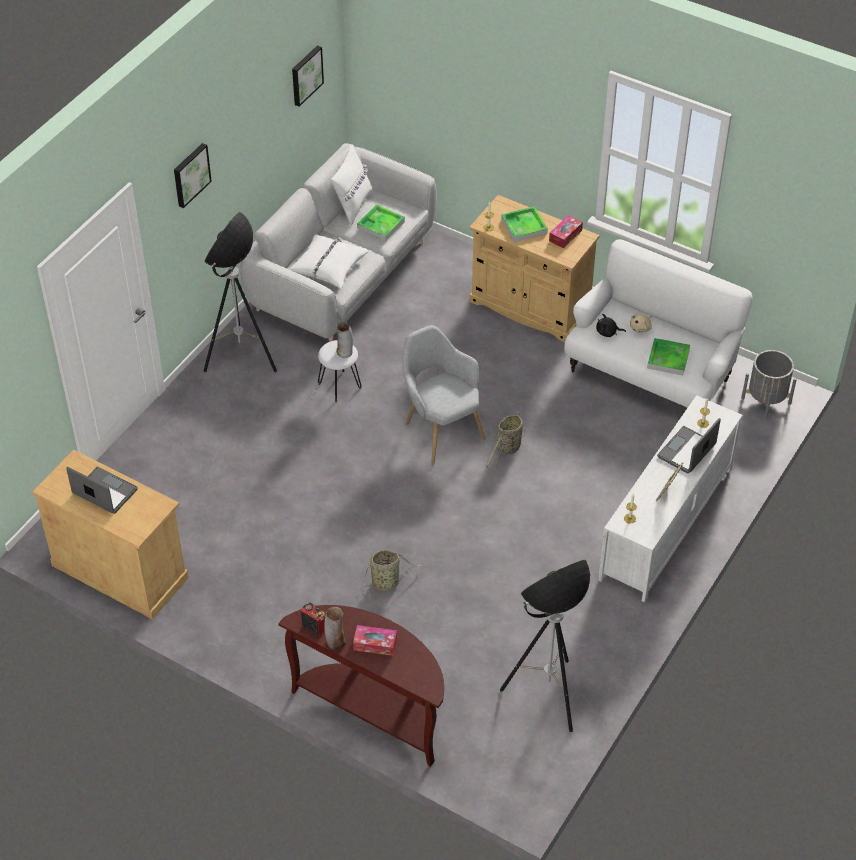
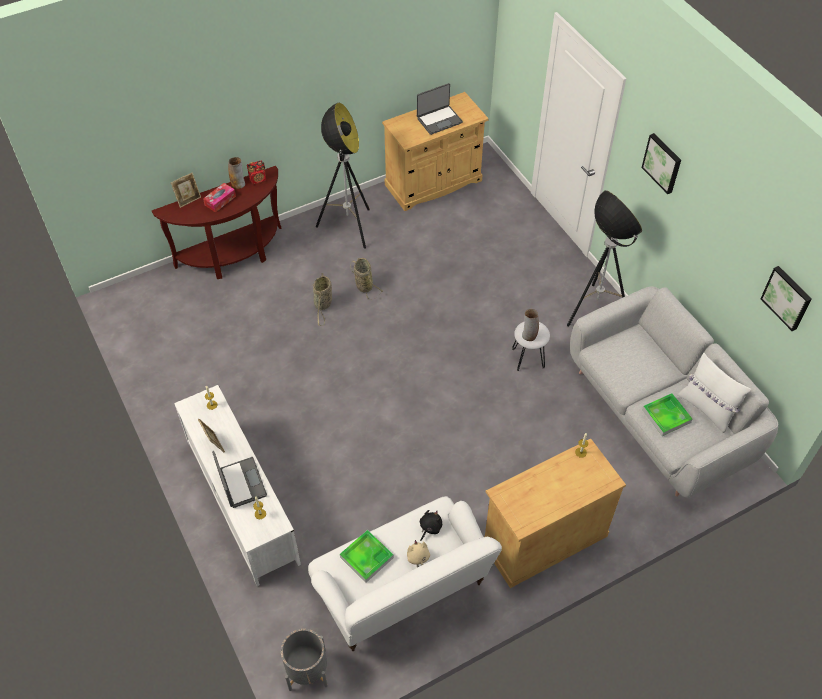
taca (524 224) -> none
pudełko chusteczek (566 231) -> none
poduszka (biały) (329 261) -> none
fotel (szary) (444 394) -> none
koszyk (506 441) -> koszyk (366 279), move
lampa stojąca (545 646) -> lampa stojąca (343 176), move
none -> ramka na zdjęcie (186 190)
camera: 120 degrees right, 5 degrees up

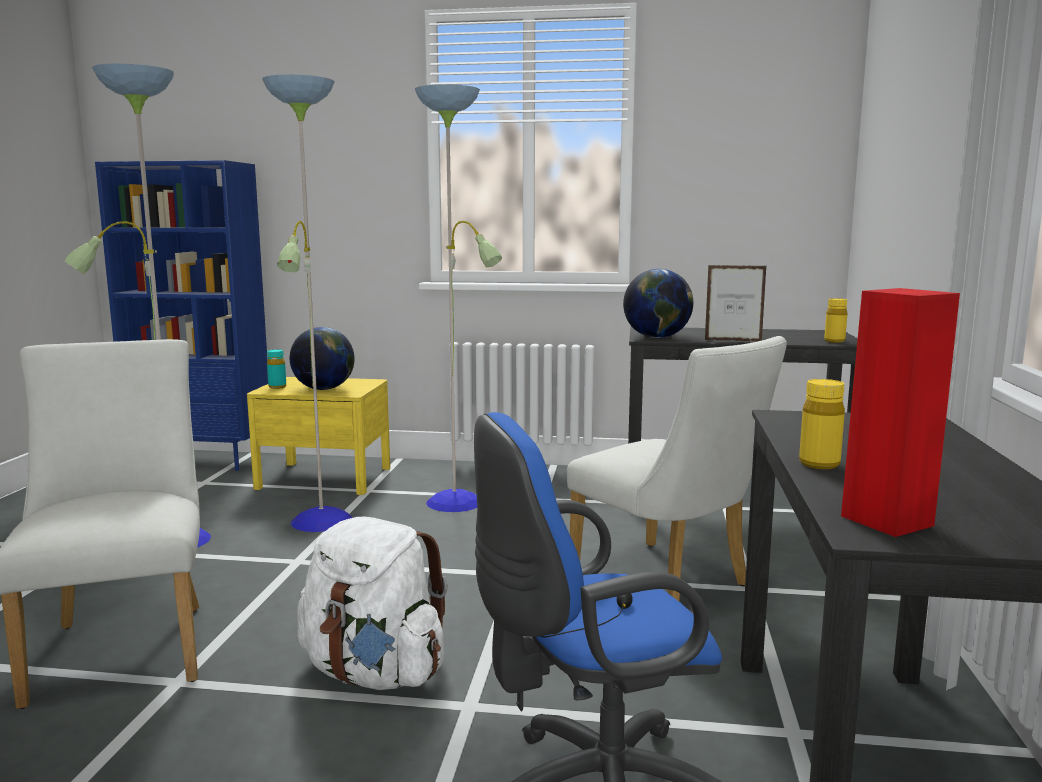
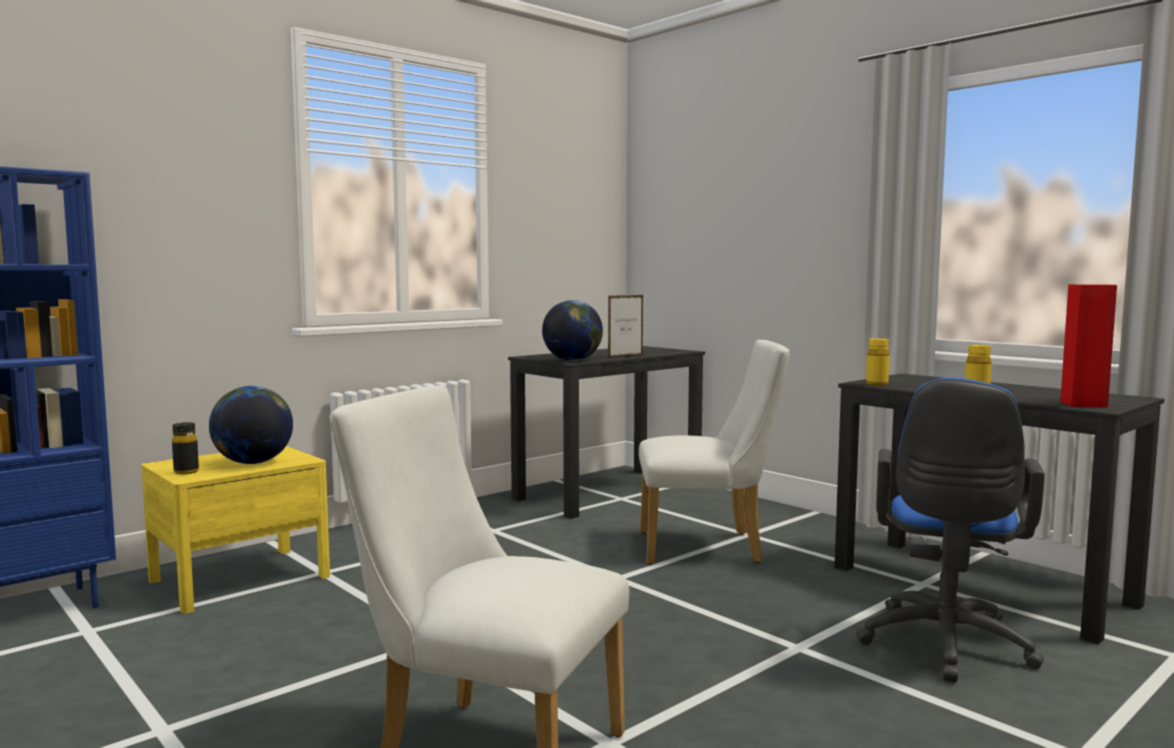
lampa stojąca (283 306) -> none
butelka (żółty) (835 320) -> butelka (żółty) (878 362), move
butelka (turkusowy) (276 369) -> butelka (czarny) (185 448)
plecak (biały) (372 603) -> none
camera: 50 degrees left, 5 degrees down

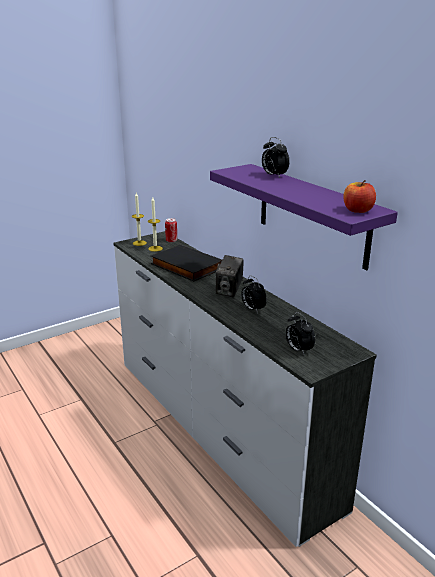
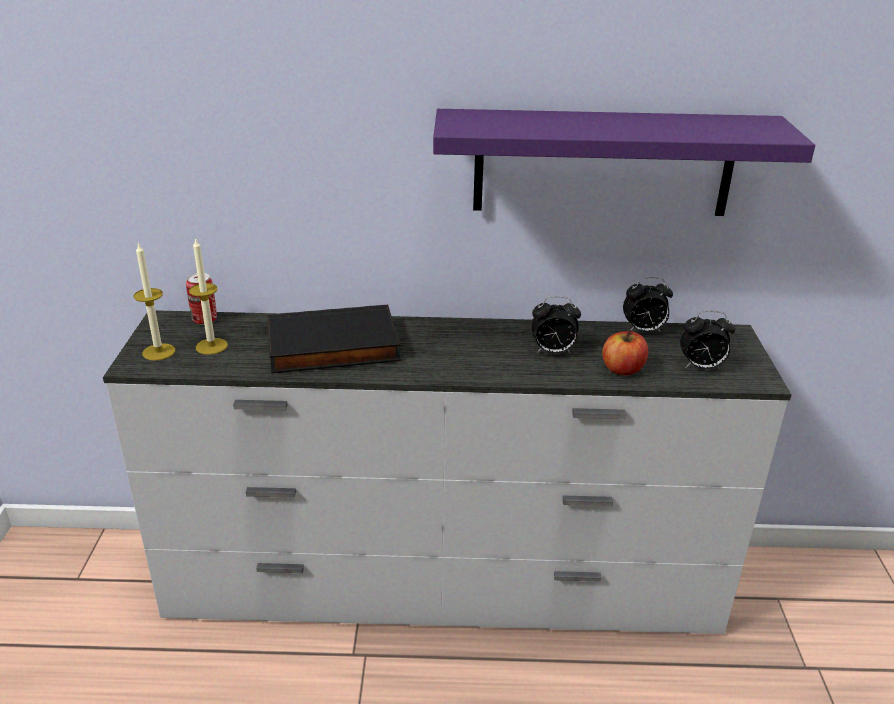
budzik (275 157) -> budzik (648 304), move
jabłko (359 196) -> jabłko (625 352), move
aparat fotograficzny (230 276) -> none
camera: 55 degrees left, 5 degrees up

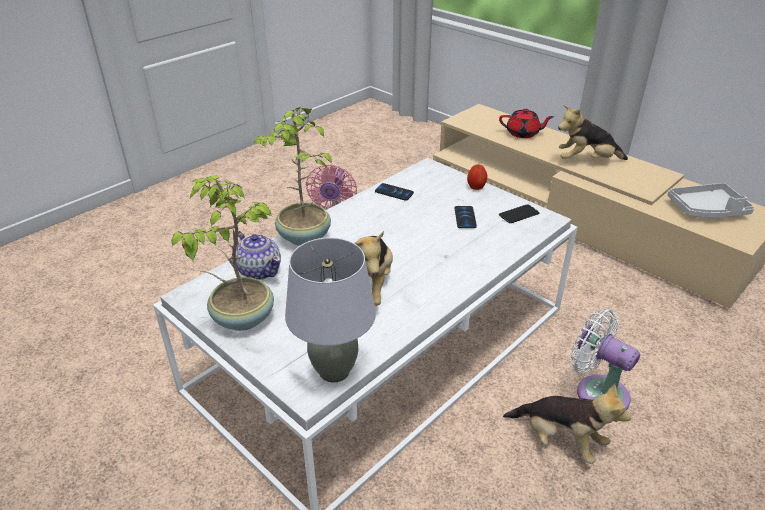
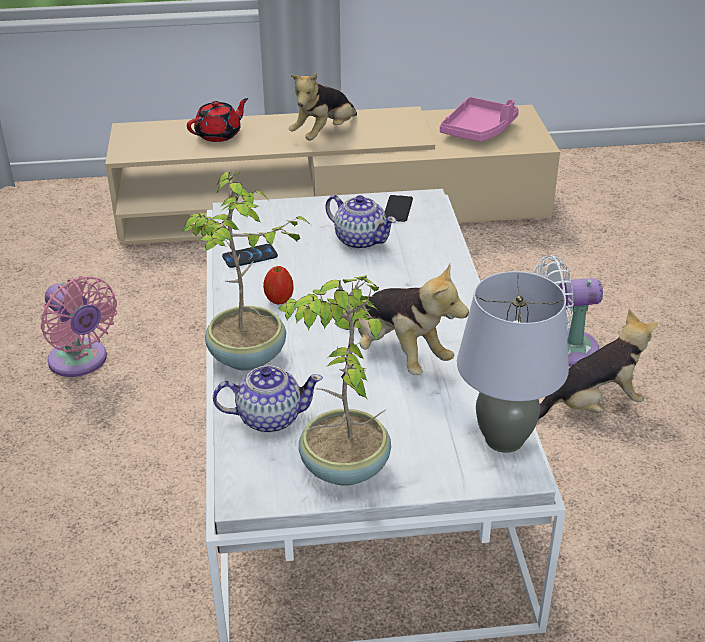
jabłko (477 177) -> jabłko (278 285), move
taca (szary) (710 200) -> taca (różowy) (479 119)
telefon (466 217) -> imbryk (361 222)
camera: 50 degrees left, 0 degrees up

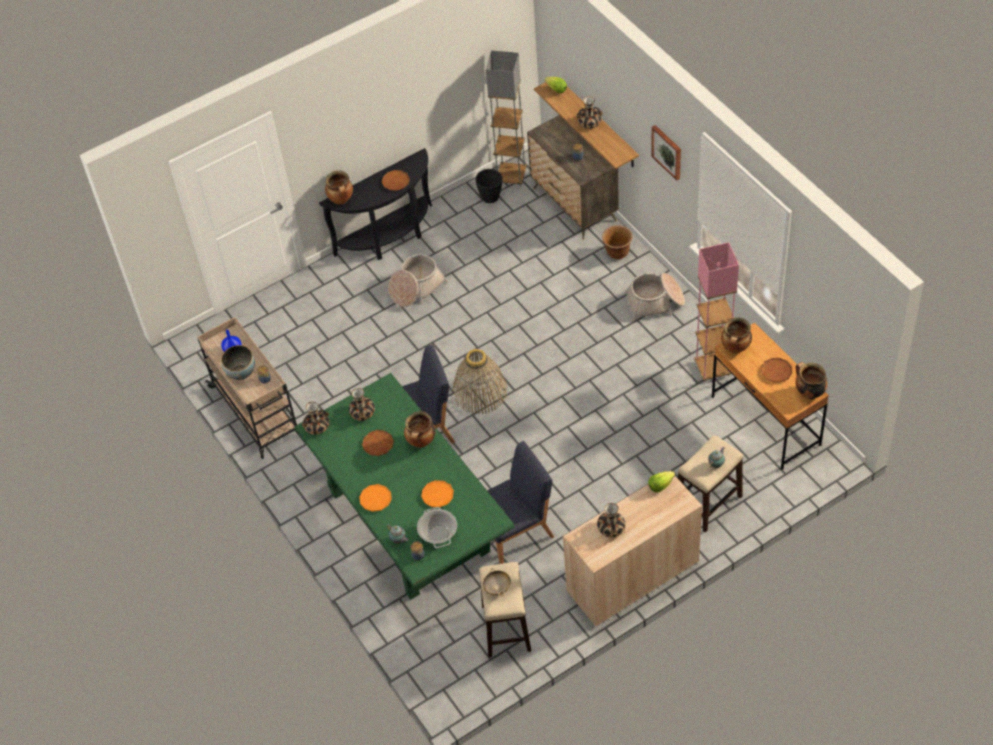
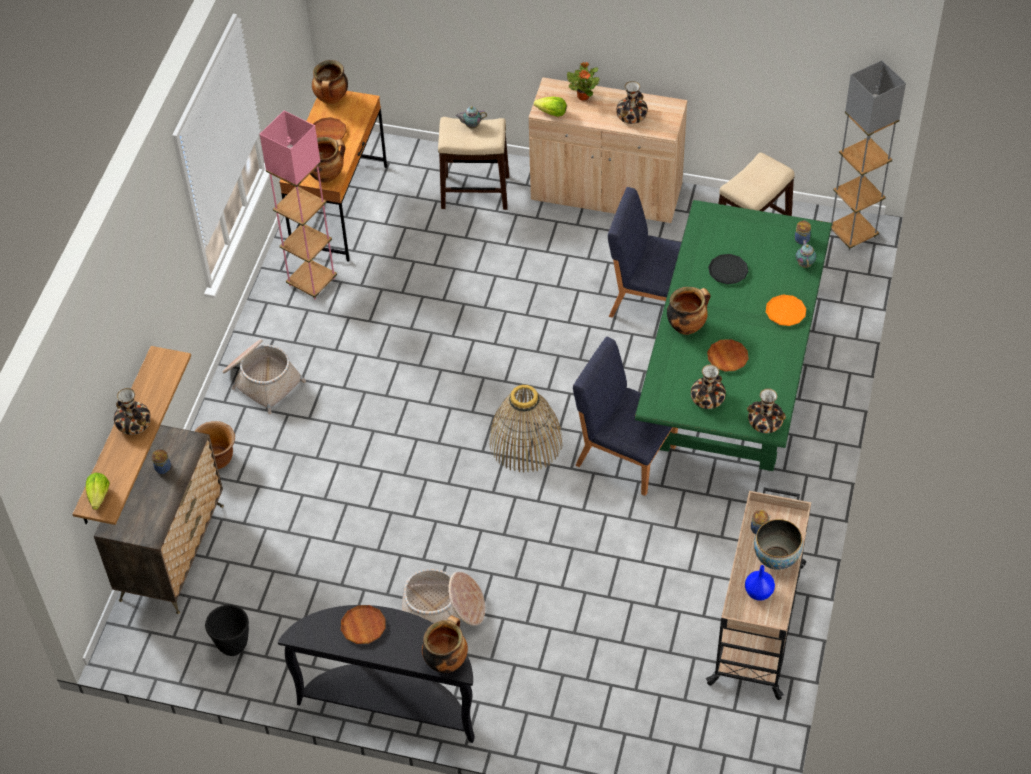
lampa stojąca (szary) (506 118) -> lampa stojąca (szary) (868 155), move
obraz (666 152) -> none
talerz (pomarańczowy) (437 493) -> talerz (czarny) (728 269)
garnek (437 527) -> none
miska (beżowy) (497 582) -> none
none -> roślina doniczkowa (583 81)
camera: 135 degrees left, 0 degrees up

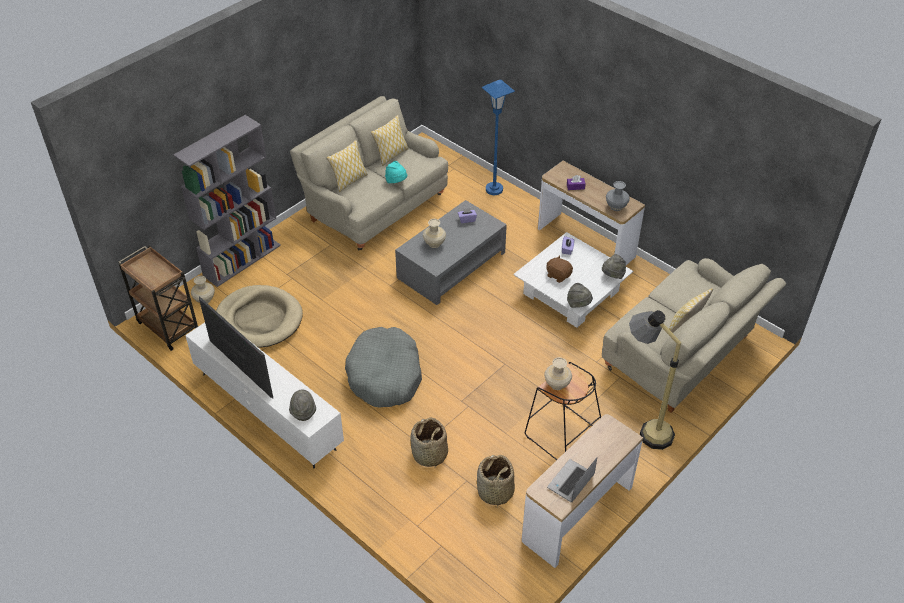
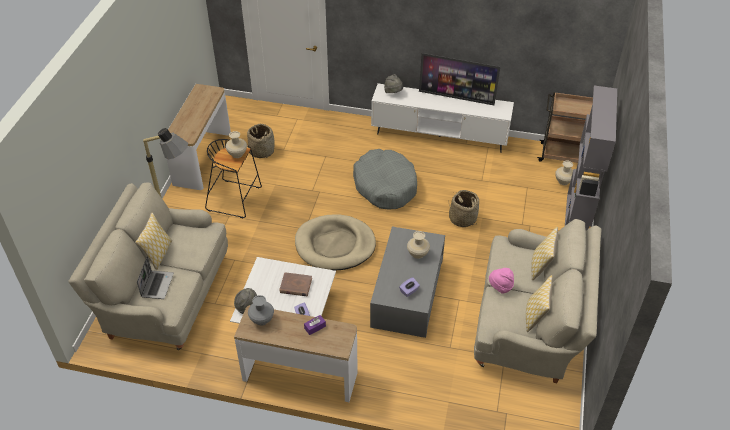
lampa stojąca (niebieski) (498 137) -> none
kapelusz (turkusowy) (396 172) -> kapelusz (różowy) (501 281)
pluszak (brązowy) (559 269) -> książka (brązowy) (296 284)
kapelusz (szary) (580 295) -> none
legowisko (beżowy) (259 316) -> legowisko (beżowy) (335 242), move
koszyk (429 443) -> koszyk (464 208), move
laptop (572 480) -> laptop (155 277), move
camera: 150 degrees right, 0 degrees up

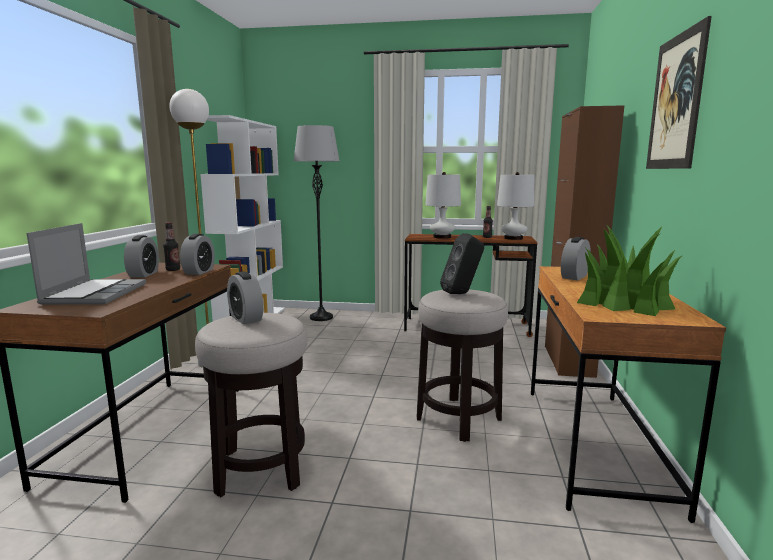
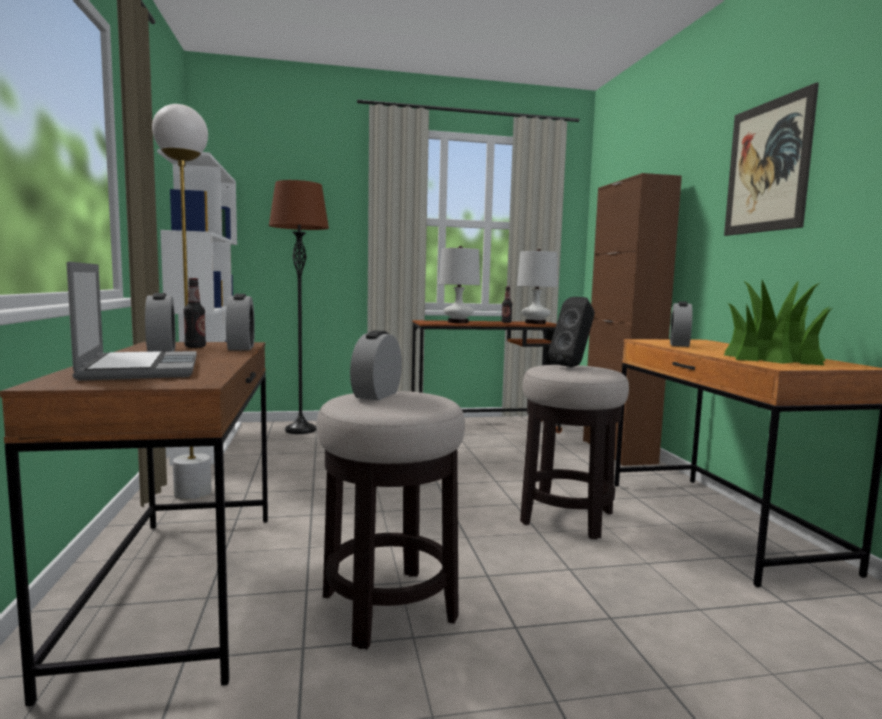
lampa stojąca (szary) (317 223) -> lampa stojąca (brązowy) (299 307)
budzik (245 297) -> budzik (376 365), 75 degrees clockwise
camera: 20 degrees left, 5 degrees down

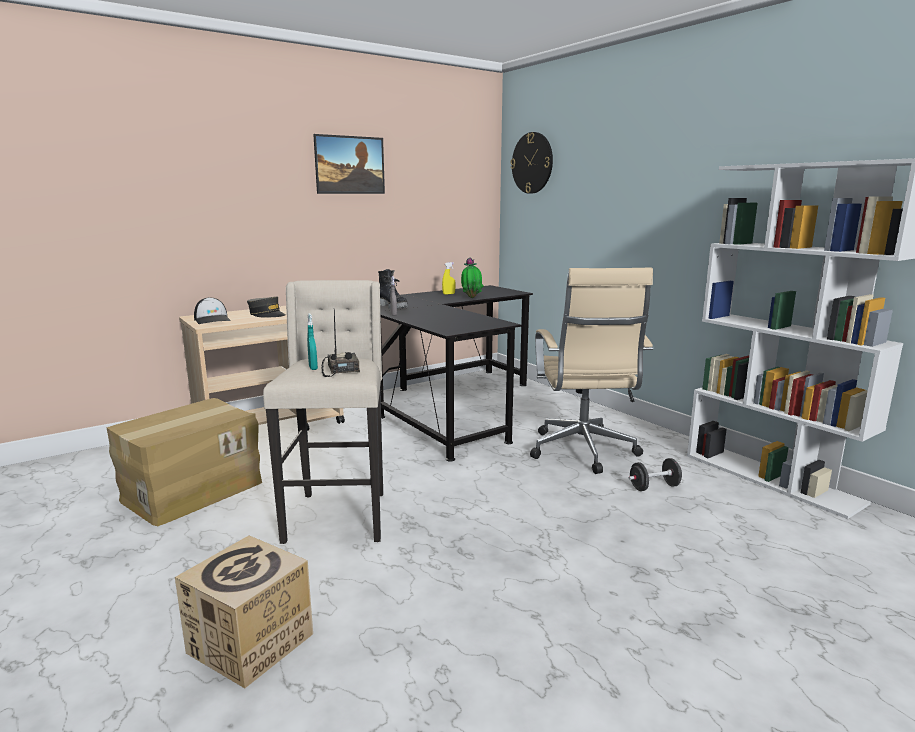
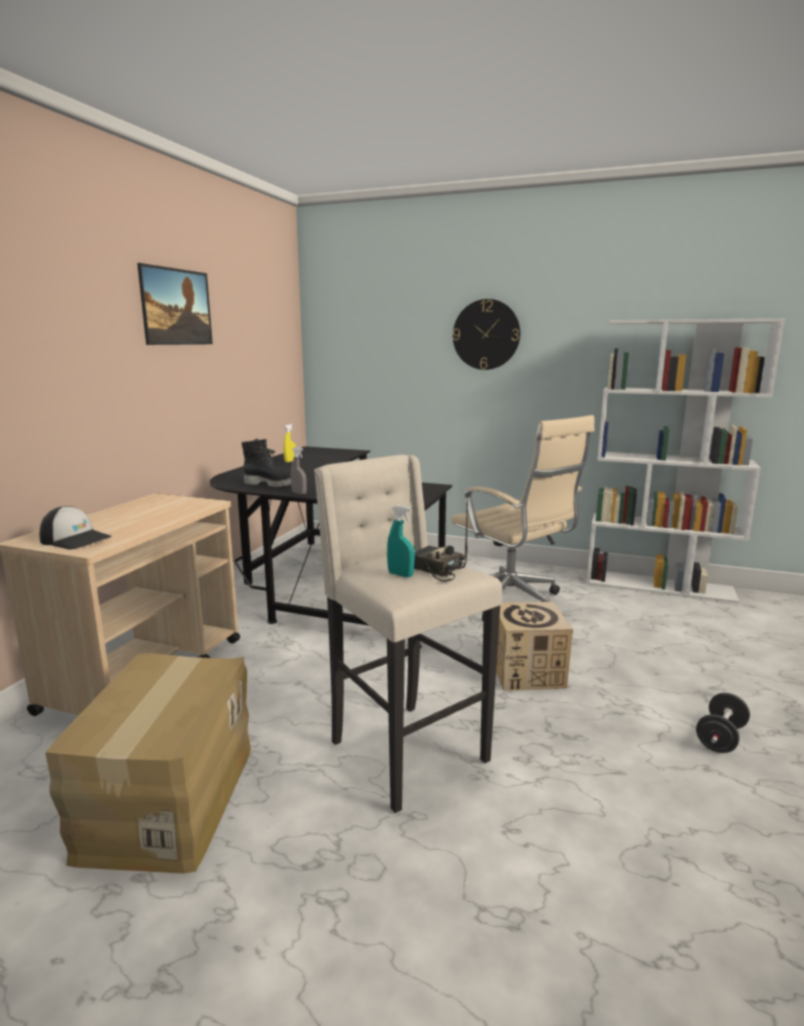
zegar ścienny (532 163) -> zegar ścienny (486 334), move
roślina doniczkowa (472 277) -> none
czapka z daszkiem (szary) (266 307) -> none
hantel (czarny) (655 474) -> hantel (czarny) (723 723), move
karton (244 612) -> karton (534 646), move
camera: 35 degrees left, 0 degrees up

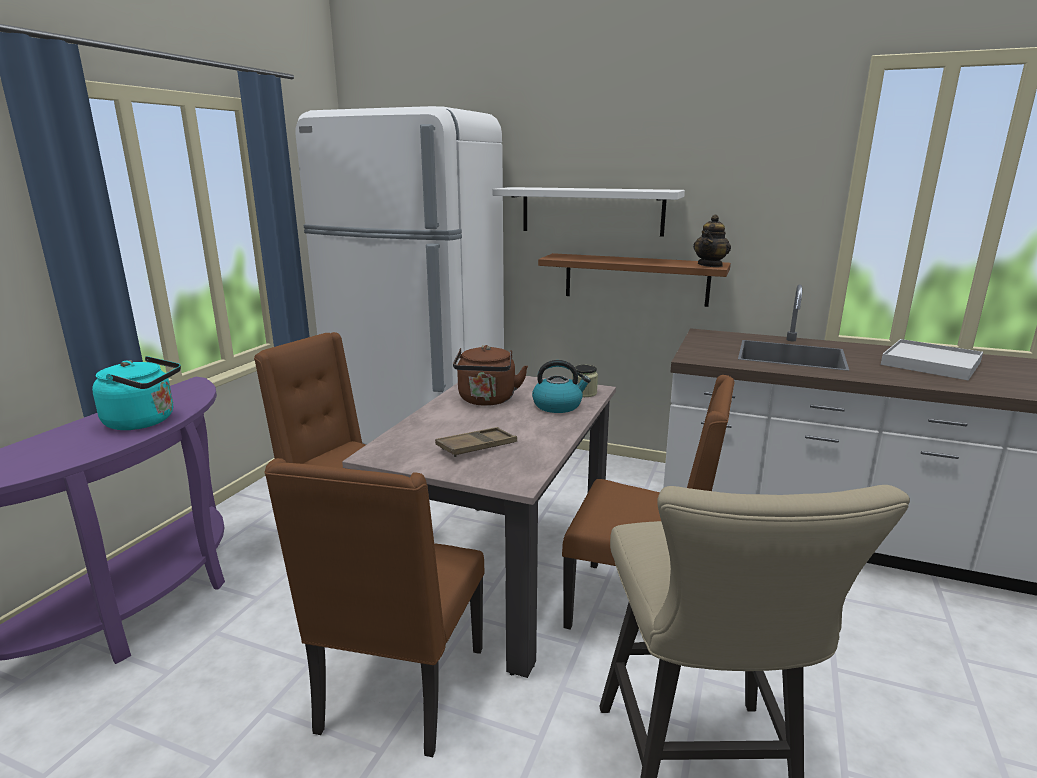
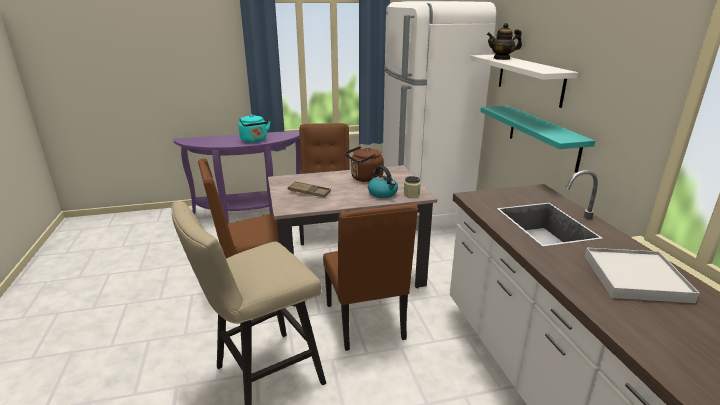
imbryk (712 241) -> imbryk (504 41), move
półka (brązowy) (634 280) -> półka (turkusowy) (538 139)
camera: 55 degrees right, 5 degrees up

